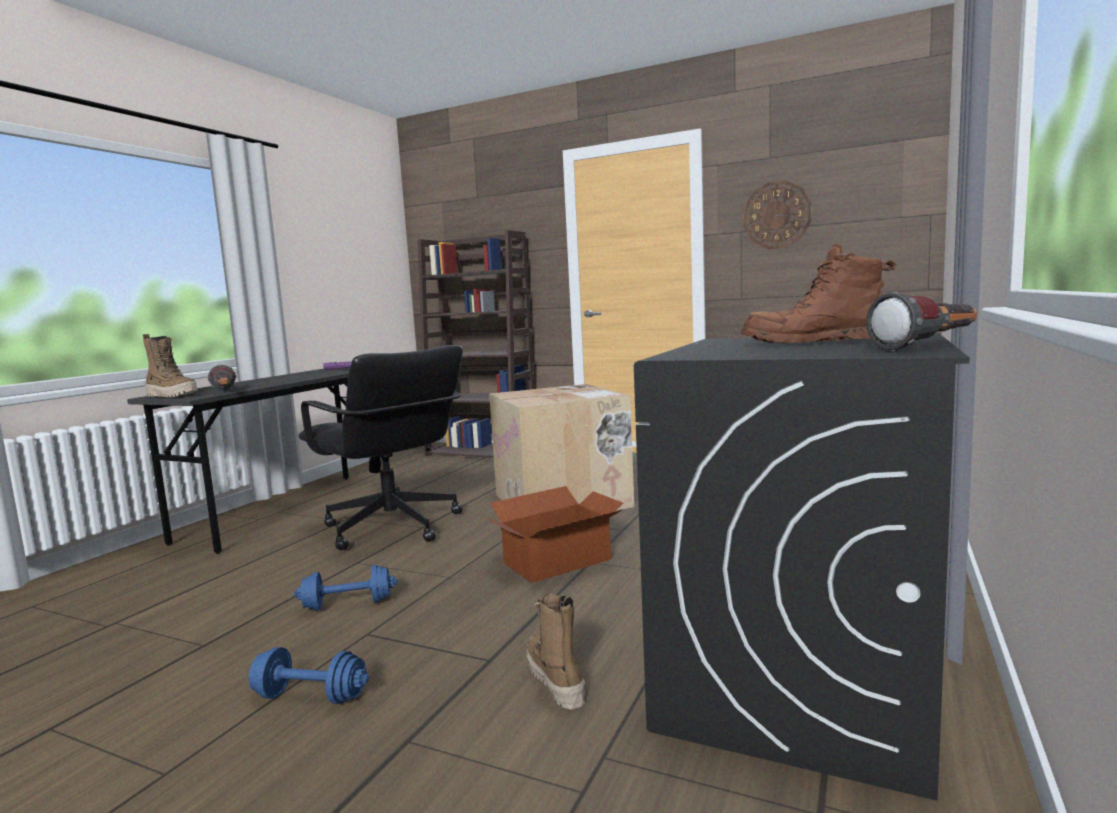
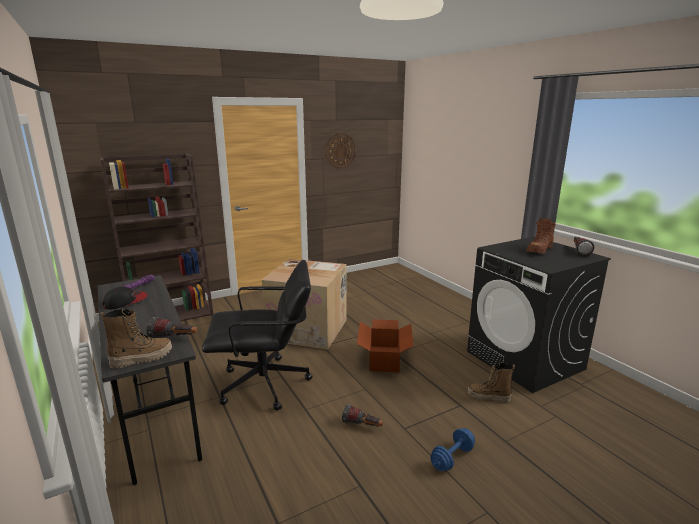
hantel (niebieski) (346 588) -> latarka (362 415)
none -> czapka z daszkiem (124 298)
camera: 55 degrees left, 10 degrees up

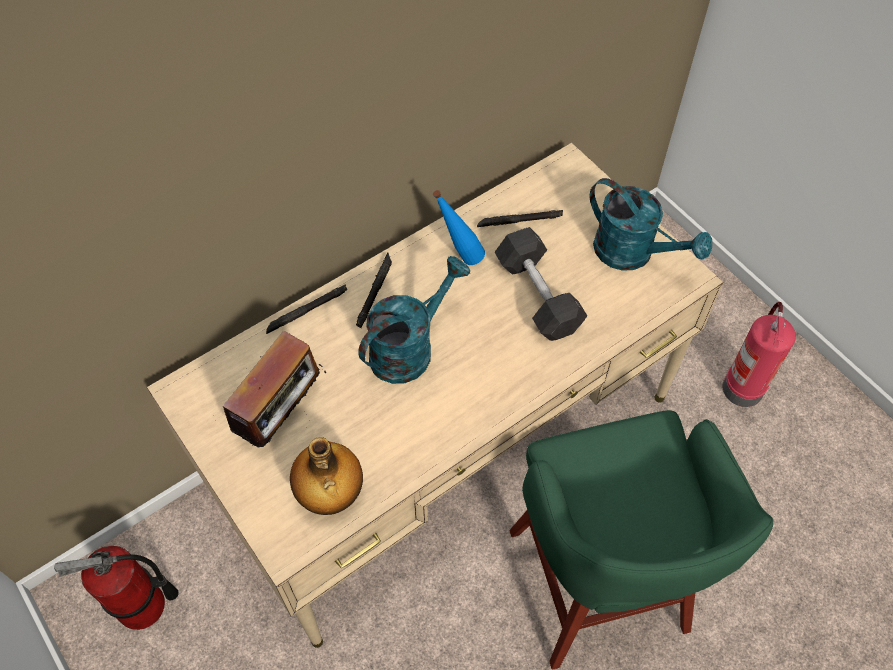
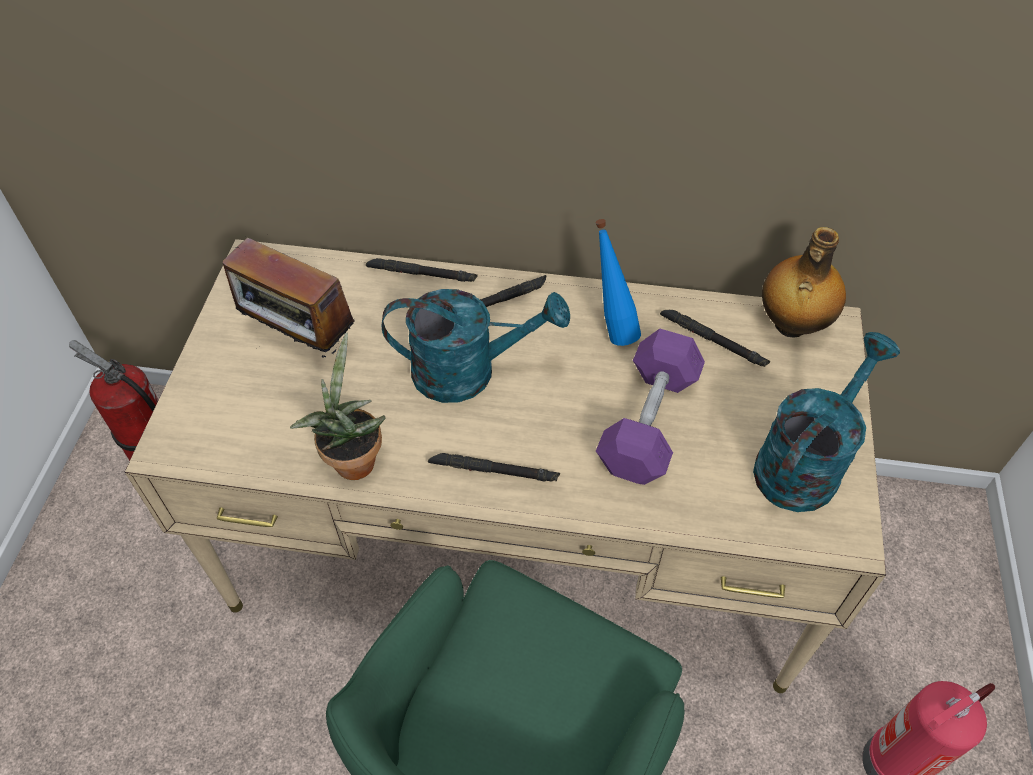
konewka (turkusowy) (651 224) -> konewka (turkusowy) (826 422), 135 degrees counterclockwise
hantel (szary) (541 284) -> hantel (fioletowy) (650 407)
radio (269 389) -> radio (289 299), 45 degrees clockwise
butelka (326 476) -> butelka (804 282), move
none -> roślina doniczkowa (338 406)
none -> latarka (czarny) (494 467)
camera: 45 degrees right, 5 degrees down

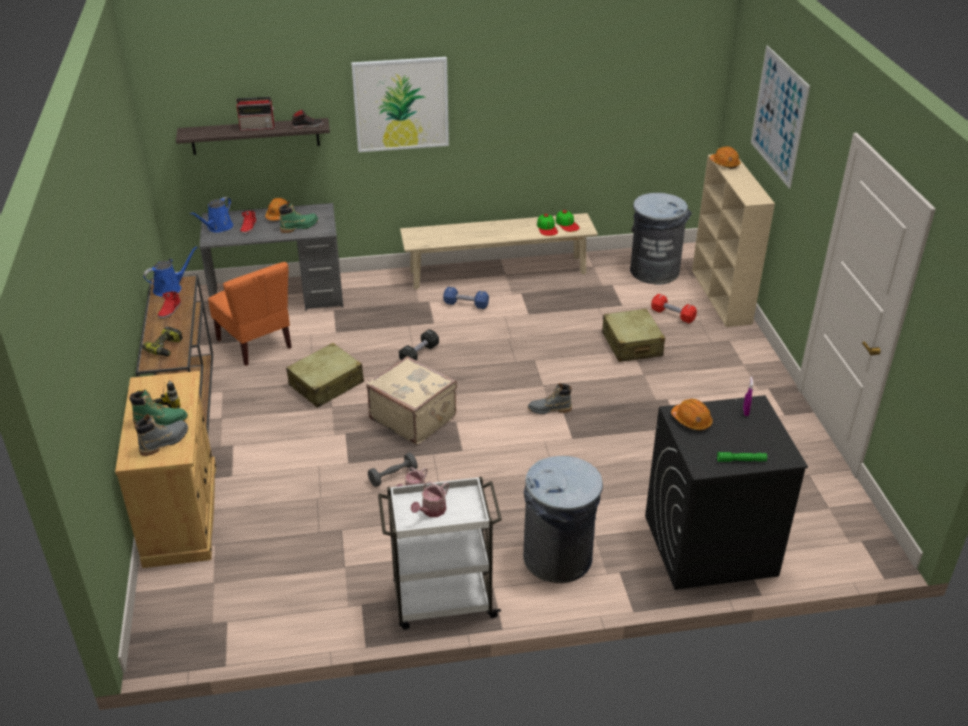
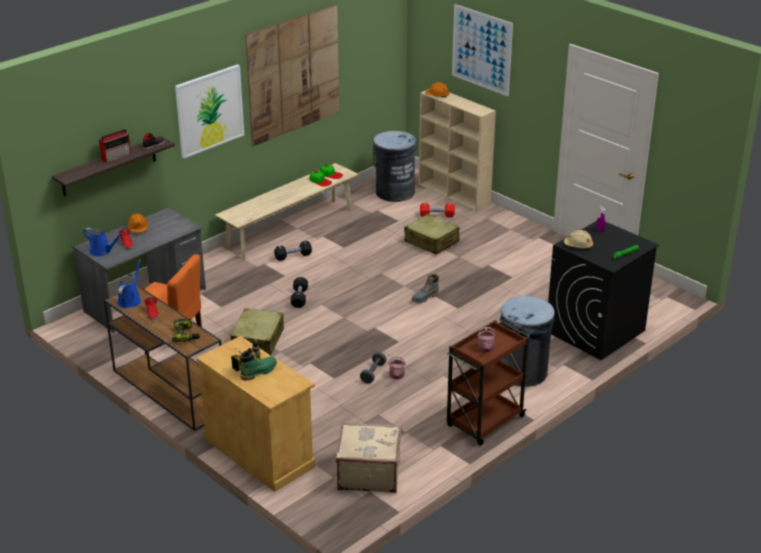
konewka (niebieski) (211 215) -> konewka (niebieski) (103 242), 60 degrees counterclockwise
but z cholewką (zielony) (298 217) -> none
hantel (niebieski) (466 298) -> hantel (czarny) (293 251)
walizka (beżowy) (411 400) -> walizka (beżowy) (368 457), move
kask (pomarańczowy) (692 414) -> kask (beżowy) (578 239)
but z cholewką (szary) (161 435) -> none
wózek (biały) (440 553) -> wózek (brązowy) (488 382)
none -> obraz (292 75)
camera: 35 degrees left, 5 degrees down

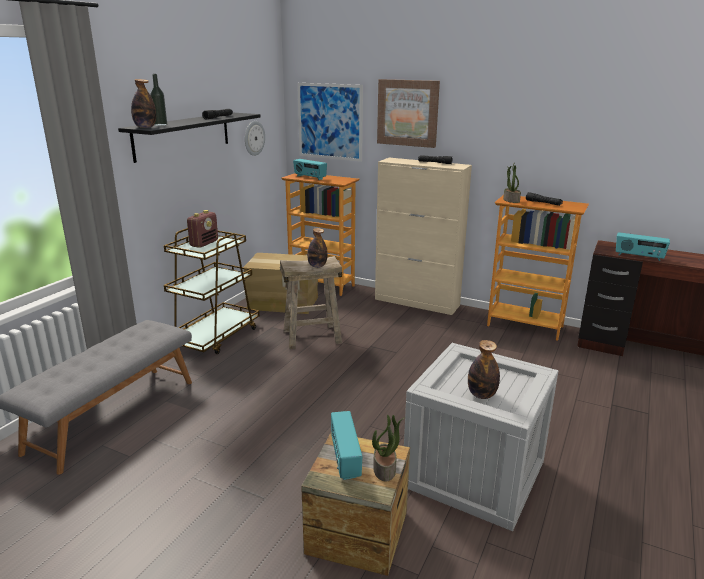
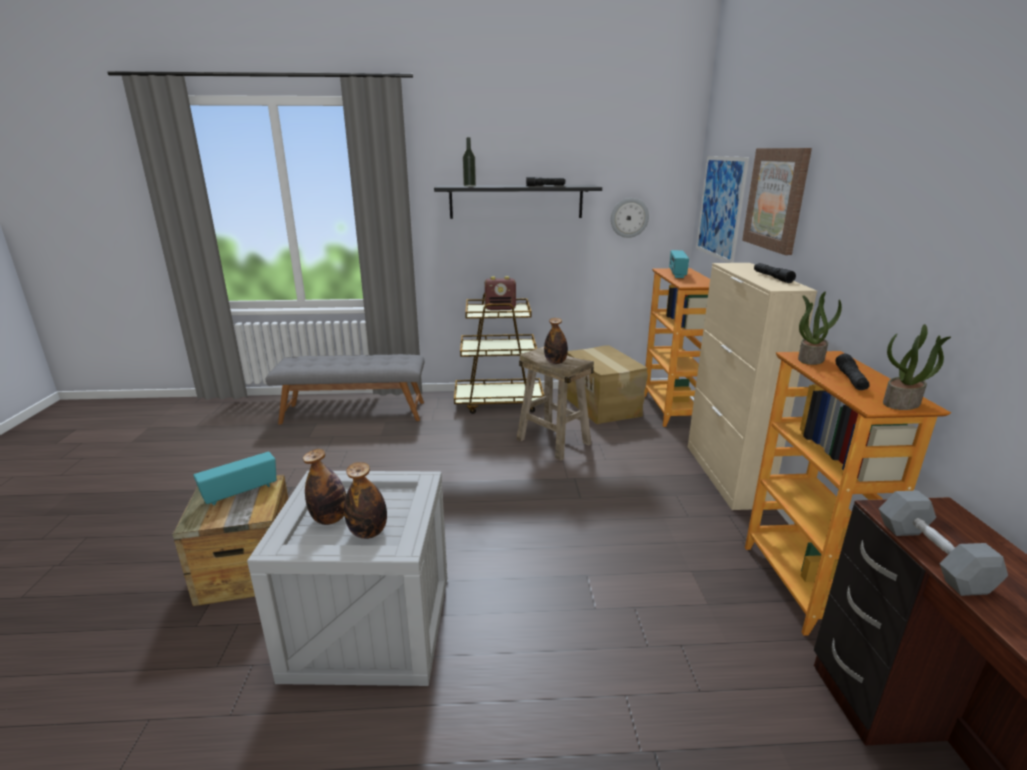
butelka (143 103) -> butelka (365 500), move
radio (643 246) -> hantel (szary) (943 543)
roślina doniczkowa (388 448) -> roślina doniczkowa (917 367), move
camera: 60 degrees right, 0 degrees up

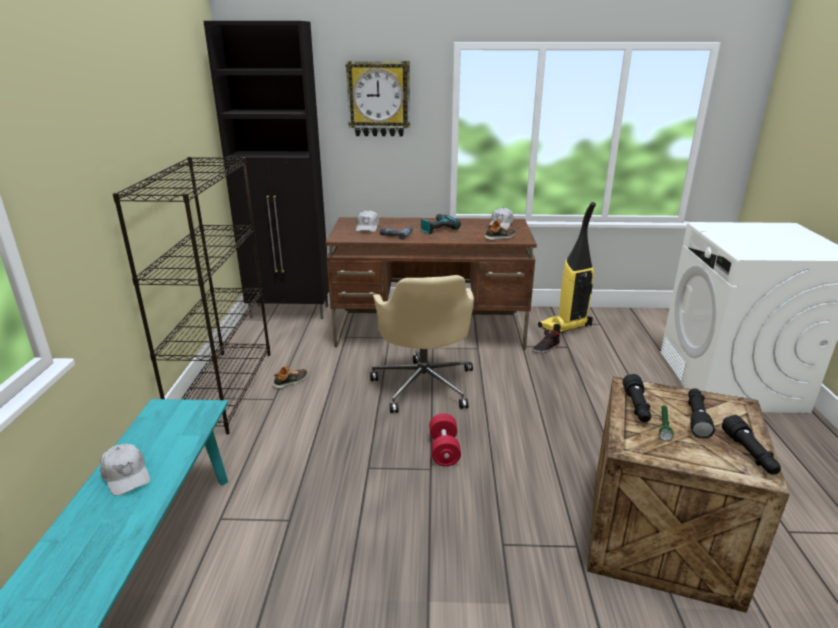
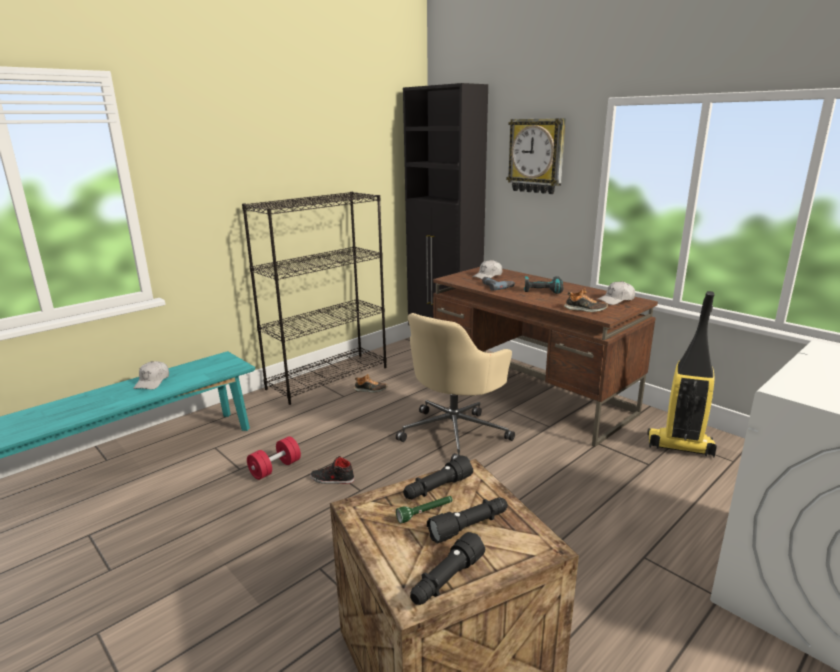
but (czarny) (546 341) -> but (czarny) (332 470), move
hantel (czerwony) (445 439) -> hantel (czerwony) (274 458), move
camera: 45 degrees right, 5 degrees down

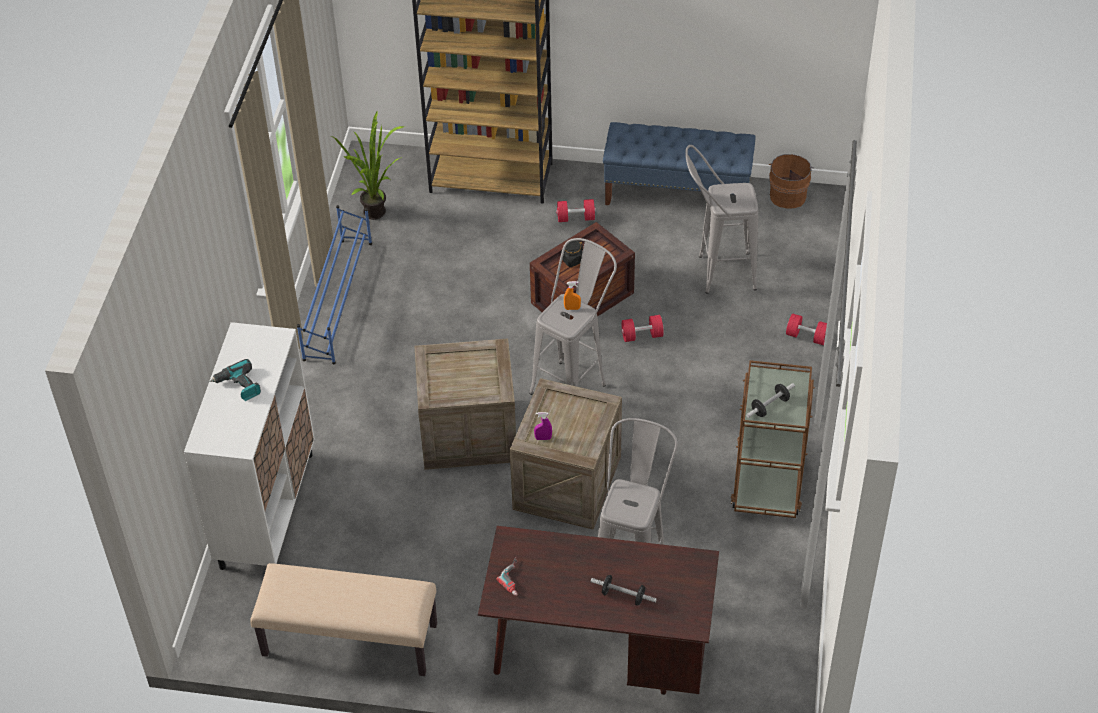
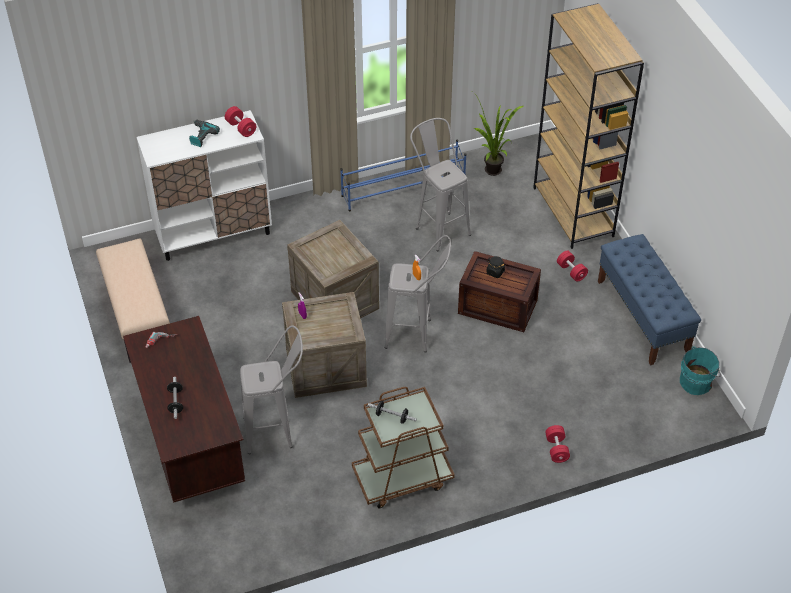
stołek (szary) (721 219) -> stołek (szary) (440 184), move
wiadro (brązowy) (791 181) -> wiadro (turkusowy) (700 370)
hantel (czerwony) (642 328) -> hantel (czerwony) (240 121), move
camera: 60 degrees right, 0 degrees up

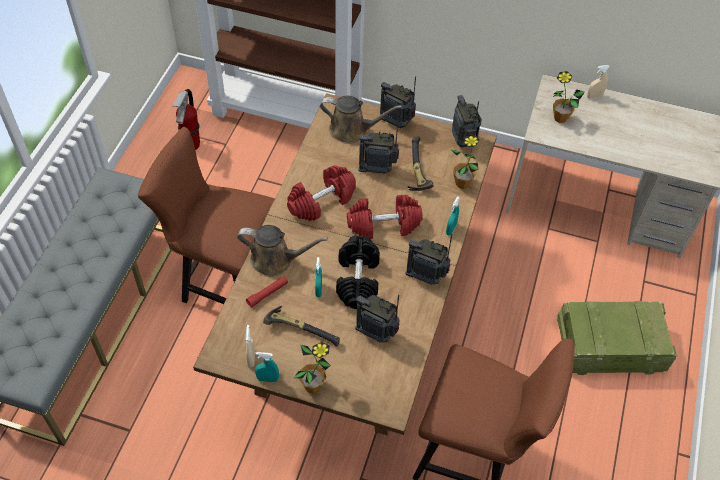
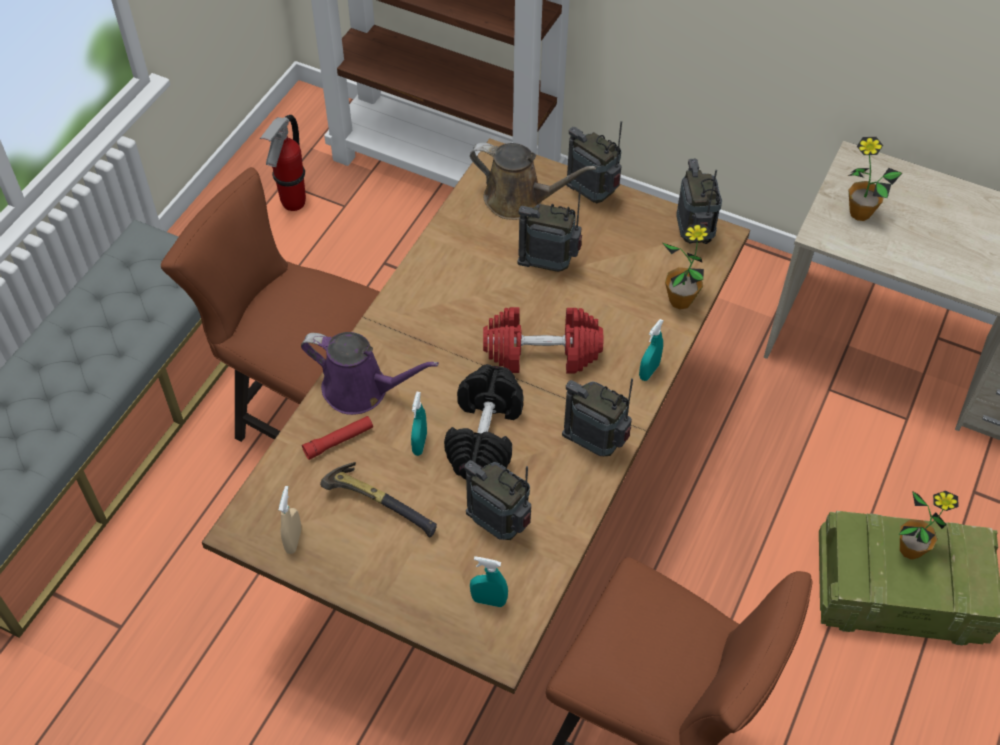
spryskiwacz (beżowy) (598 82) -> none
młotek (420 163) -> none
hantel (czerwony) (321 193) -> none
konewka (brązowy) (282 251) -> konewka (fioletowy) (370 373)
roślina doniczkowa (312 368) -> roślina doniczkowa (929 525), move
spryskiwacz (turkusowy) (267 367) -> spryskiwacz (turkusowy) (489 581), move
camera: 10 degrees right, 0 degrees up

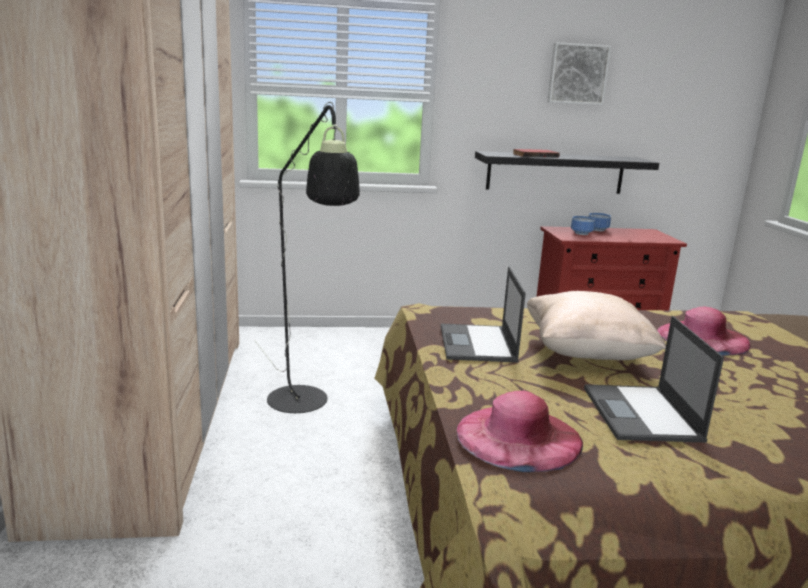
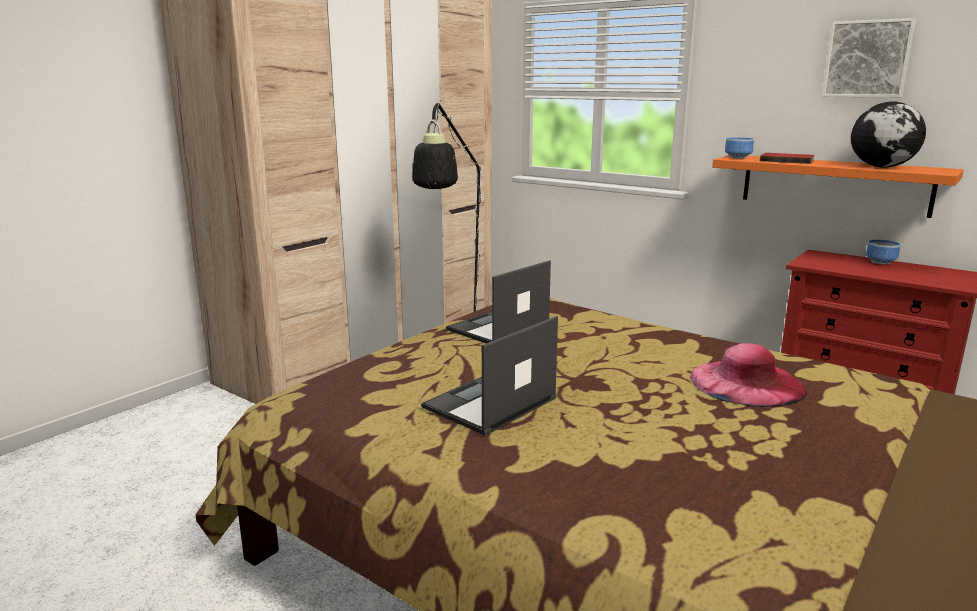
półka (czarny) (567 172) -> półka (pomarańczowy) (838 186)
miska (583 225) -> miska (739 147), move
poduszka (beżowy) (596 325) -> none
kapelusz (różowy) (520 431) -> none
none -> globus (888 134)
camera: 45 degrees right, 0 degrees up

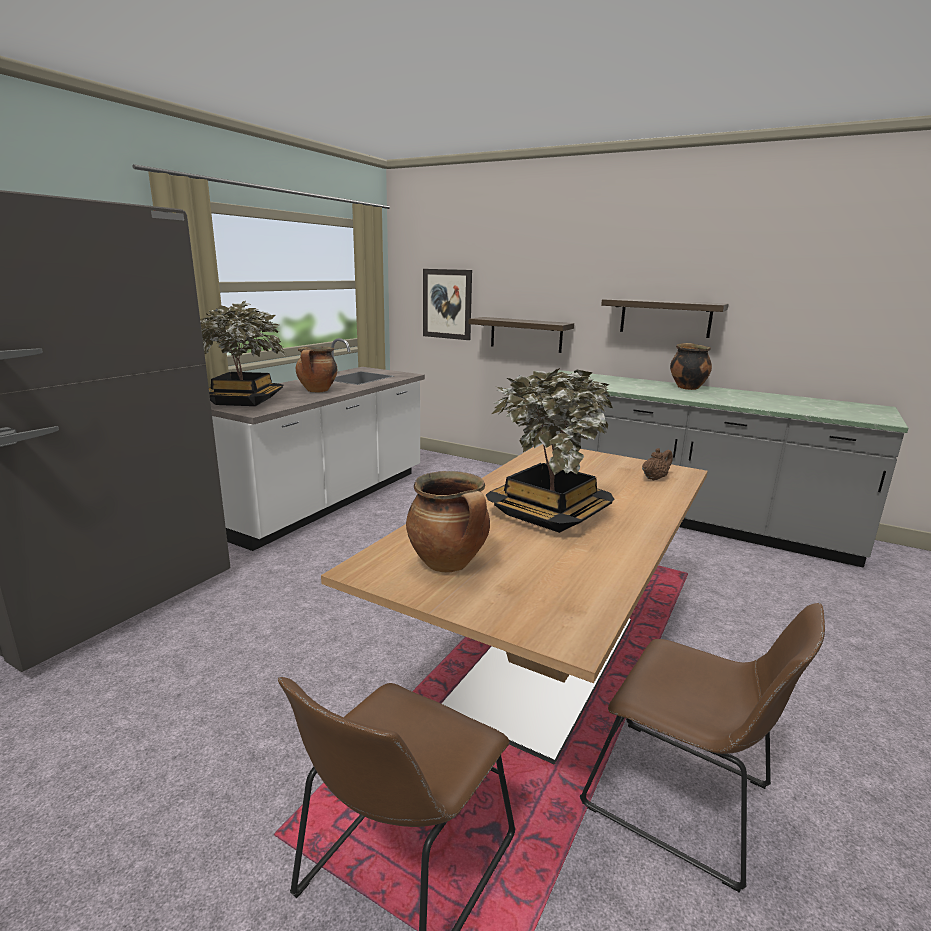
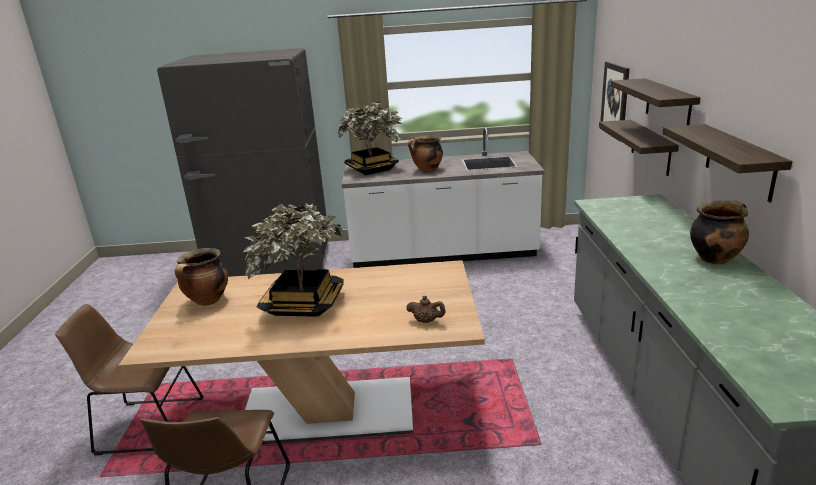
none -> półka (655 101)
camera: 60 degrees right, 5 degrees up

